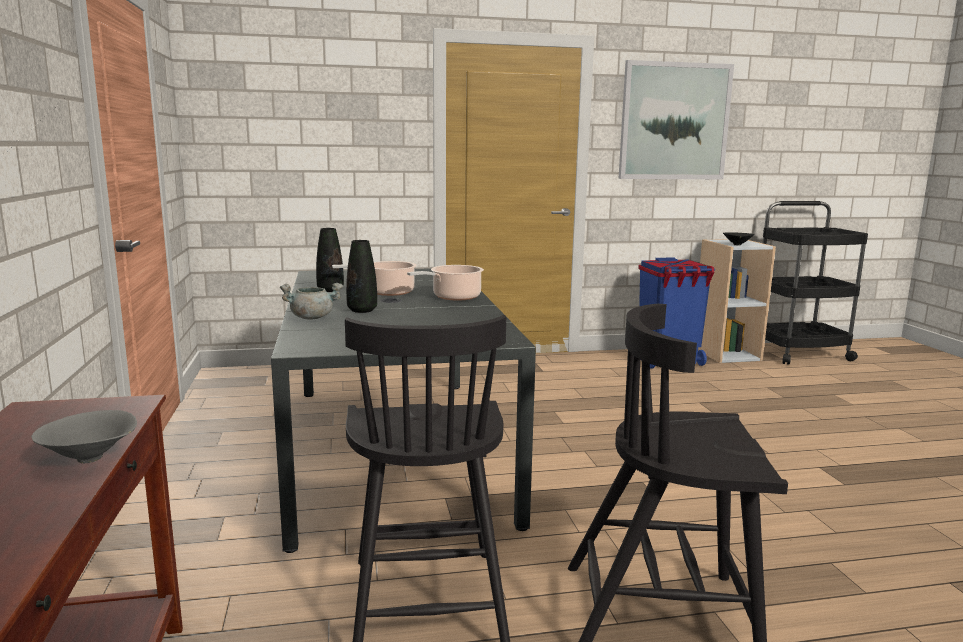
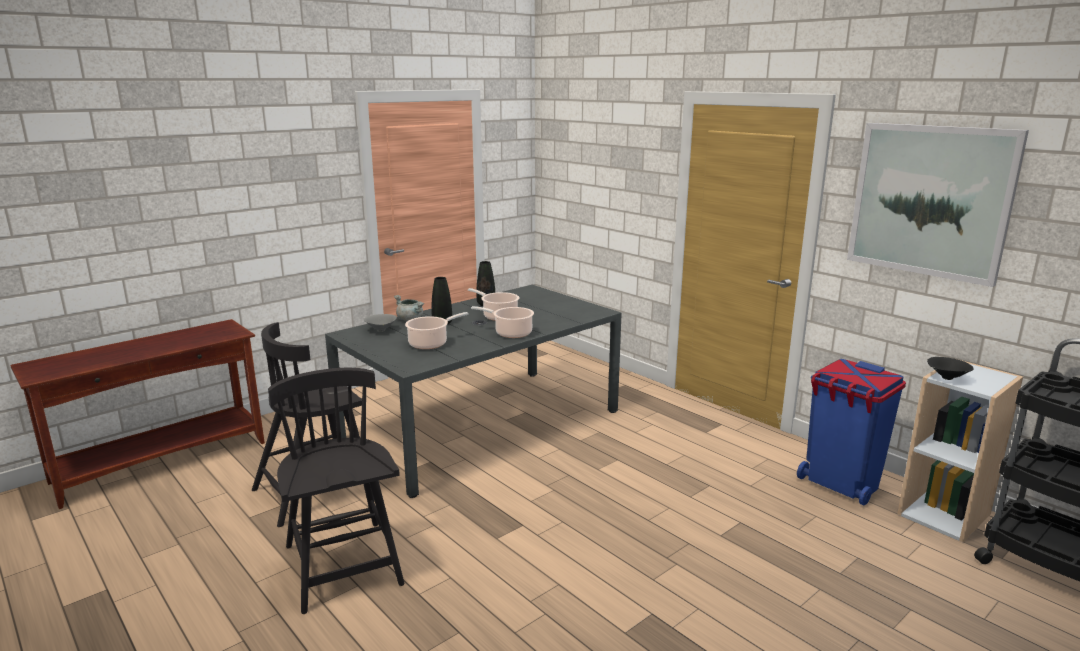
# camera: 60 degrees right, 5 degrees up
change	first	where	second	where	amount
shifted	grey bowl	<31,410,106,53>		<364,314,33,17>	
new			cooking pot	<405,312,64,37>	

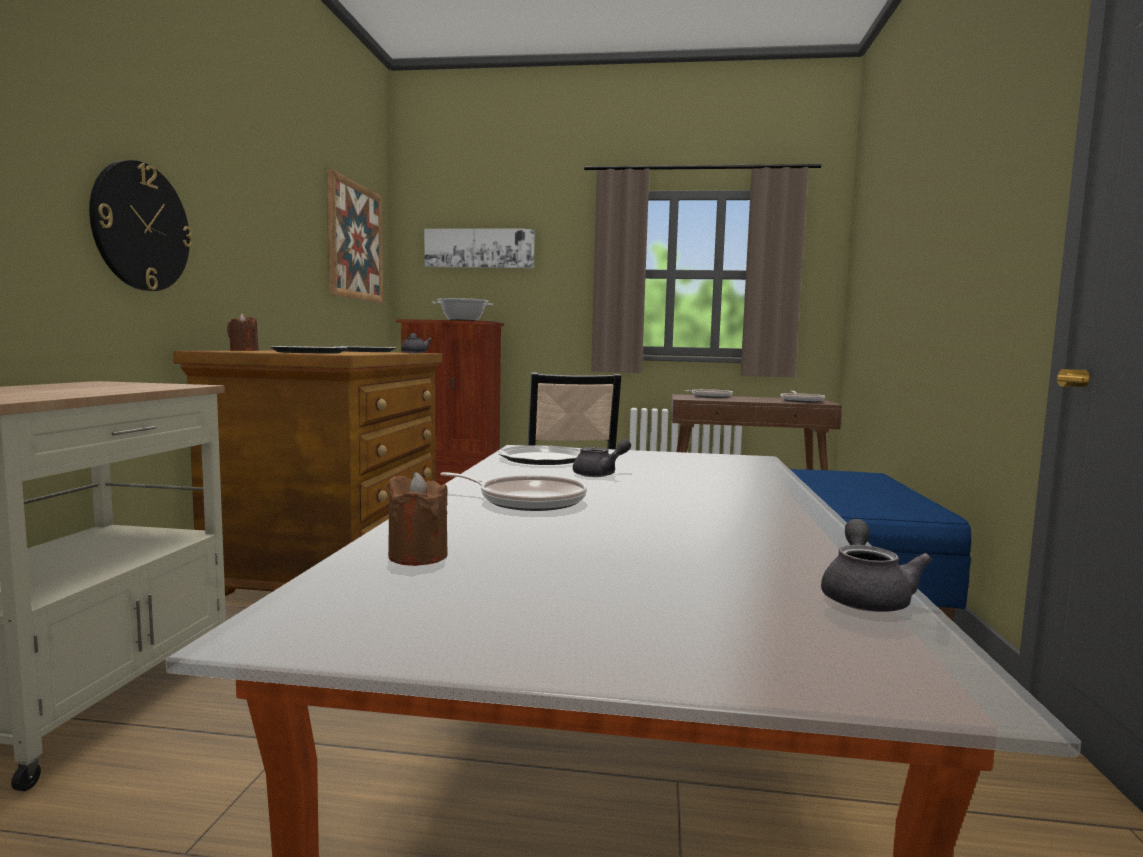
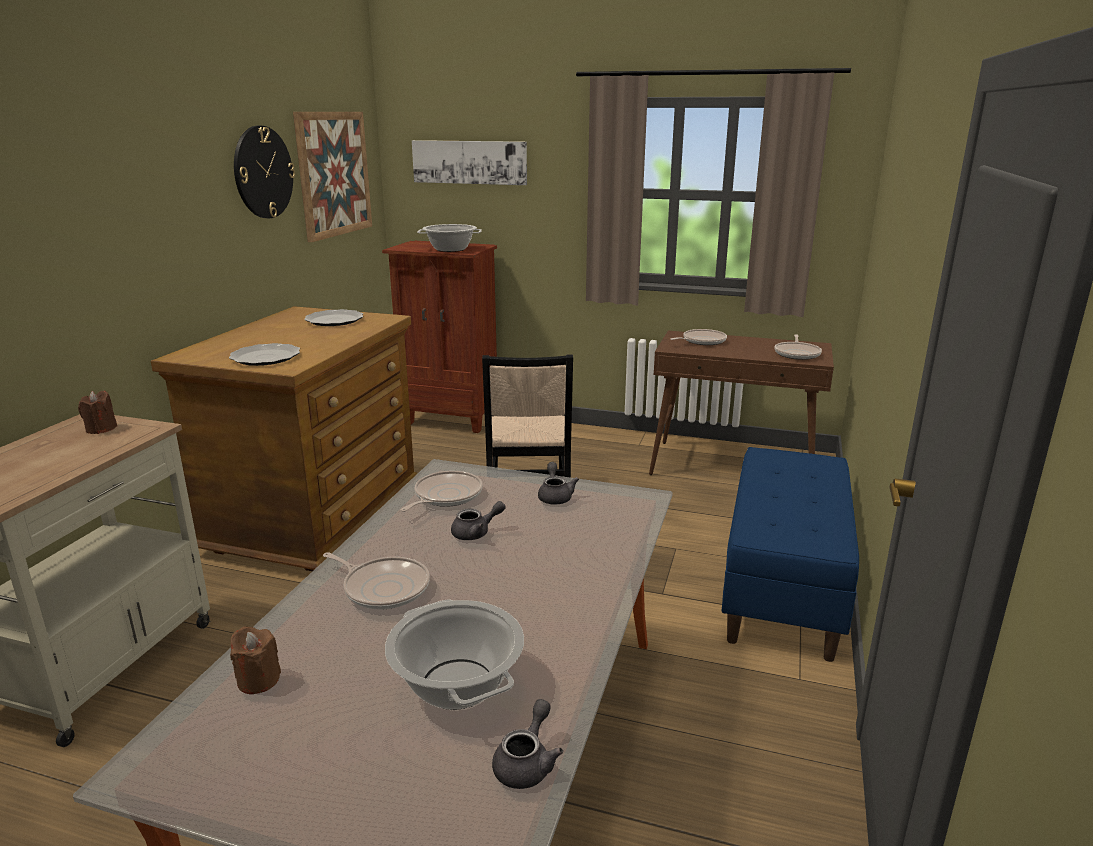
# camera: 10 degrees right, 15 degrees up
change	first	where	second	where	amount
shifted	wall clock	<89,160,104,131>		<234,126,61,92>	
shifted	brown candle	<227,314,32,37>		<78,391,39,43>	
shifted	grey teapot	<401,333,31,20>		<538,462,41,43>	
swapped	plate	<498,445,82,20>	frying pan	<401,471,81,41>	
new			cooking pot	<385,600,139,110>	

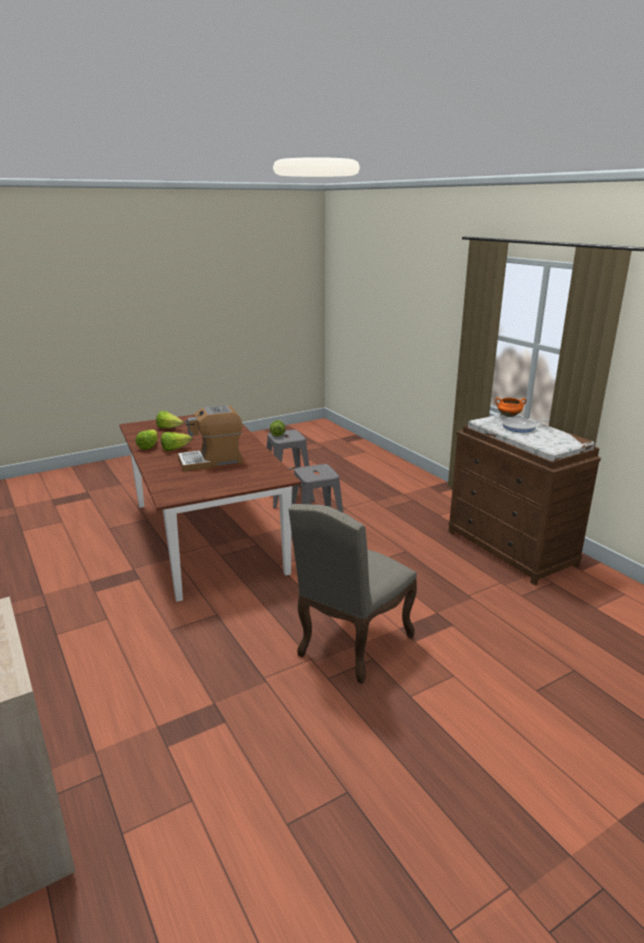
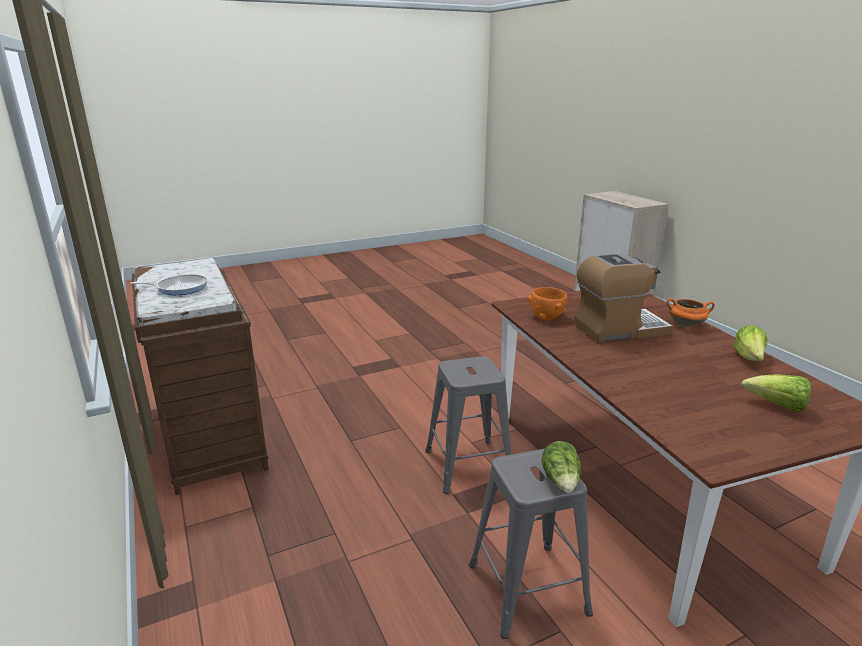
# camera: 175 degrees left, 0 degrees up
change	first	where	second	where	amount
shifted	orange cooking pot	<495,397,32,20>		<667,298,48,29>	
gone	lettuce	<161,432,32,19>			
gone	grey chair	<289,504,128,180>			
new			orange bowl	<528,287,39,33>	

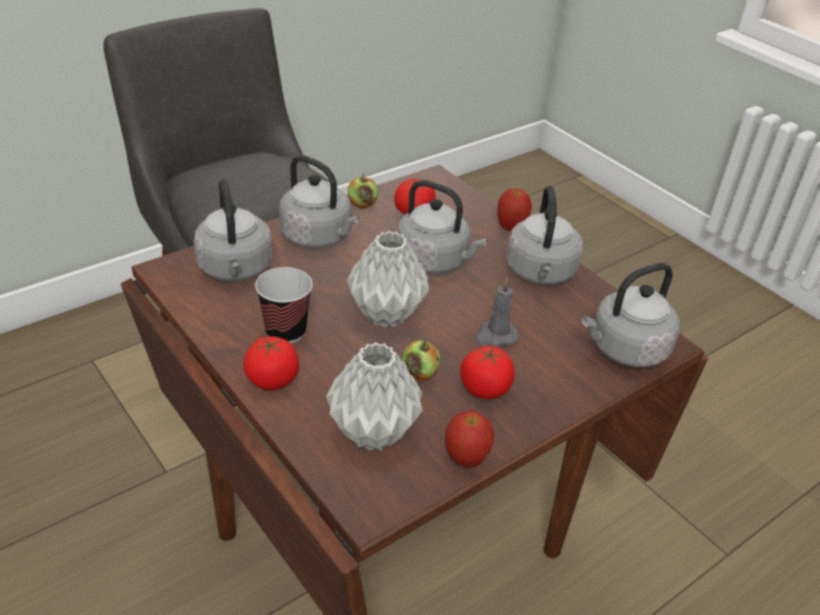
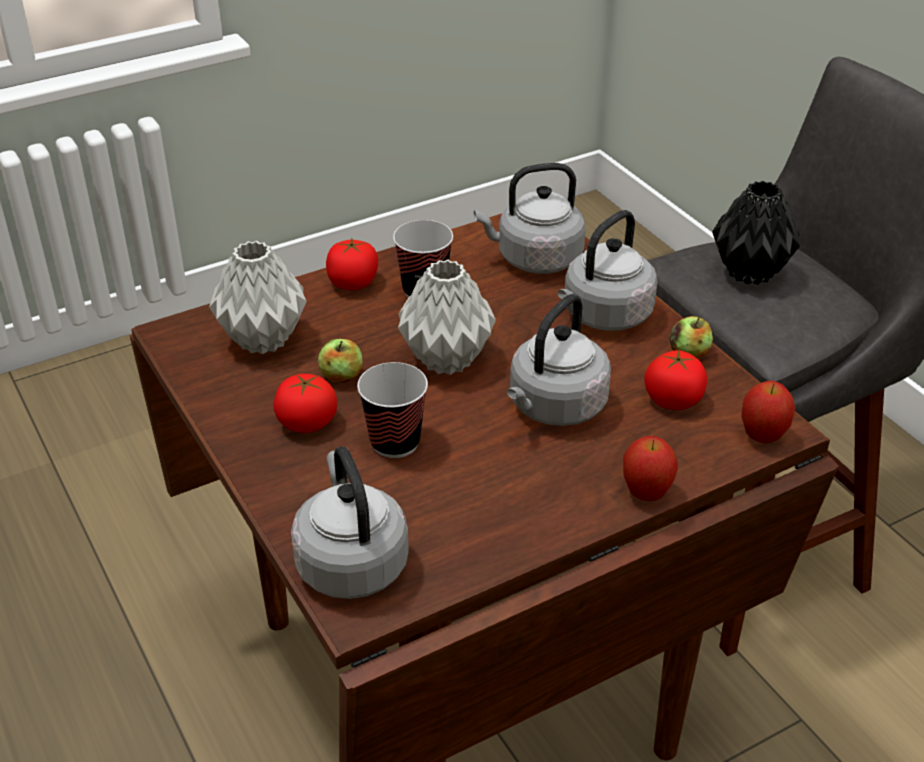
# camera: 100 degrees right, 0 degrees up
change	first	where	second	where	amount
gone	grey kettle	<506,185,77,100>			
swapped	grey candle	<474,277,45,70>	cup	<357,362,71,96>	
shifted	apple	<445,410,50,57>		<741,381,54,62>	
new			black vase	<712,181,88,104>	

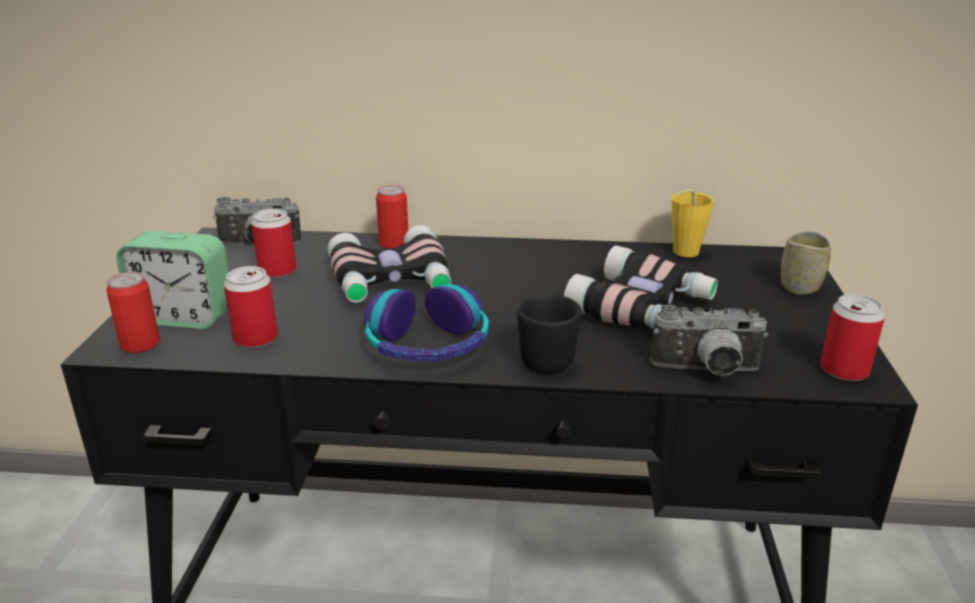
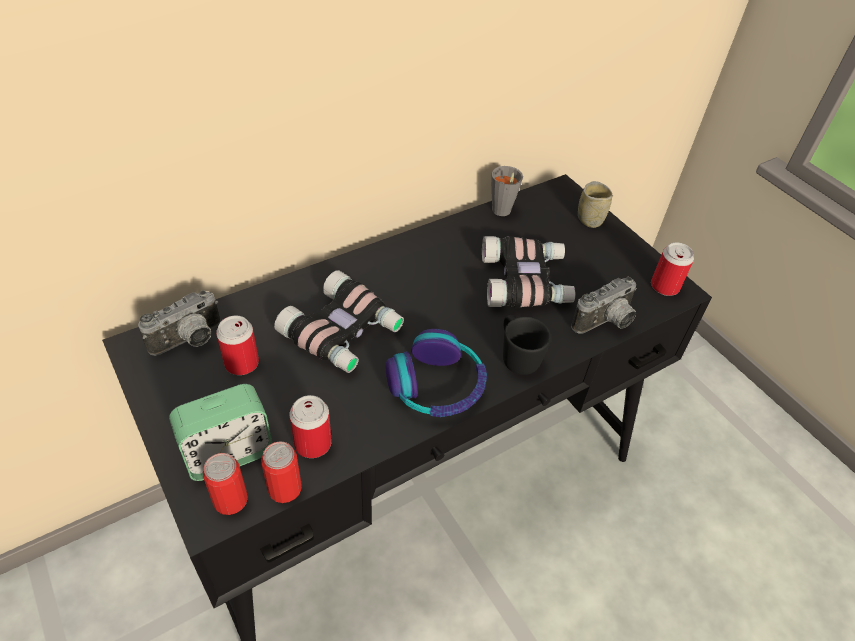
# camera: 40 degrees left, 20 degrees up
change	first	where	second	where	amount
shifted	can	<376,185,32,64>		<261,442,41,61>	
repainted	yellow cup	<672,189,42,68>	grey cup	<491,166,32,50>	

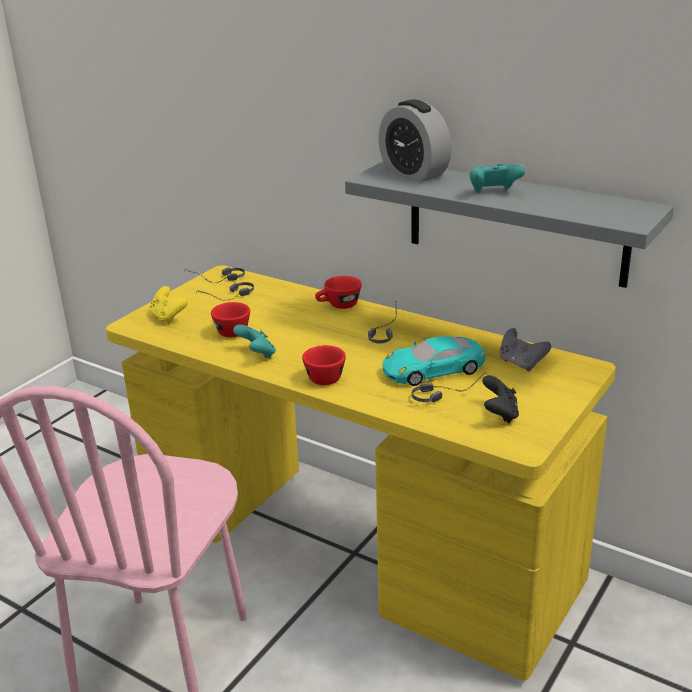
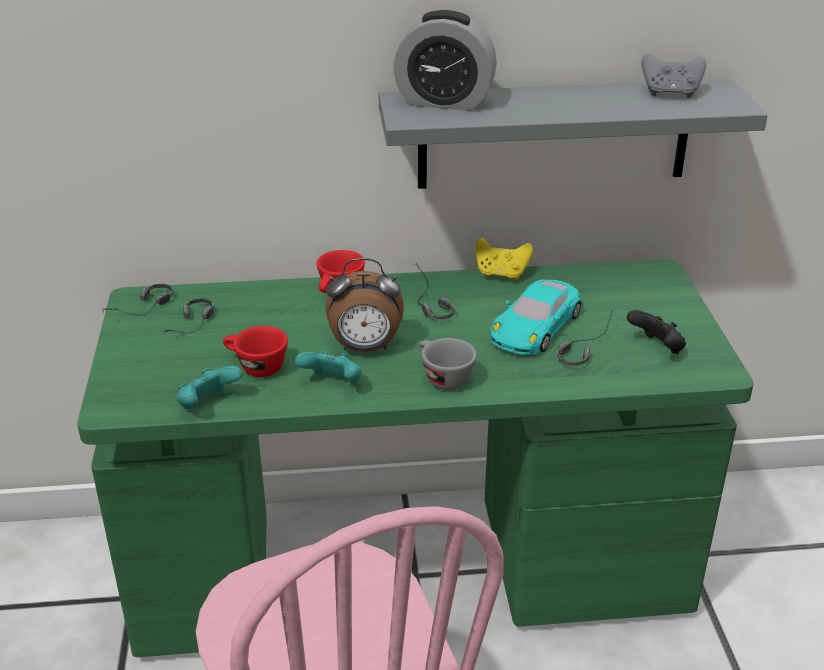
# camera: 40 degrees left, 5 degrees up
change	first	where	second	where	amount
shifted	turquoise game controller	<470,164,55,28>		<177,366,65,43>	
repainted	yellow desk	<106,265,510,416>	green desk	<78,260,676,397>	
shifted	yellow game controller	<150,286,38,38>		<476,238,57,42>	
shifted	grey game controller	<500,328,51,43>		<642,54,64,44>	
repainted	red cup	<302,345,44,40>	grey cup	<419,338,58,52>	
new			alarm clock	<325,258,79,94>	

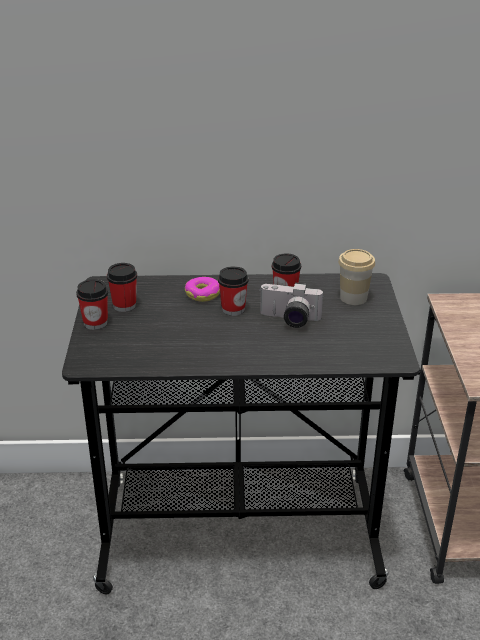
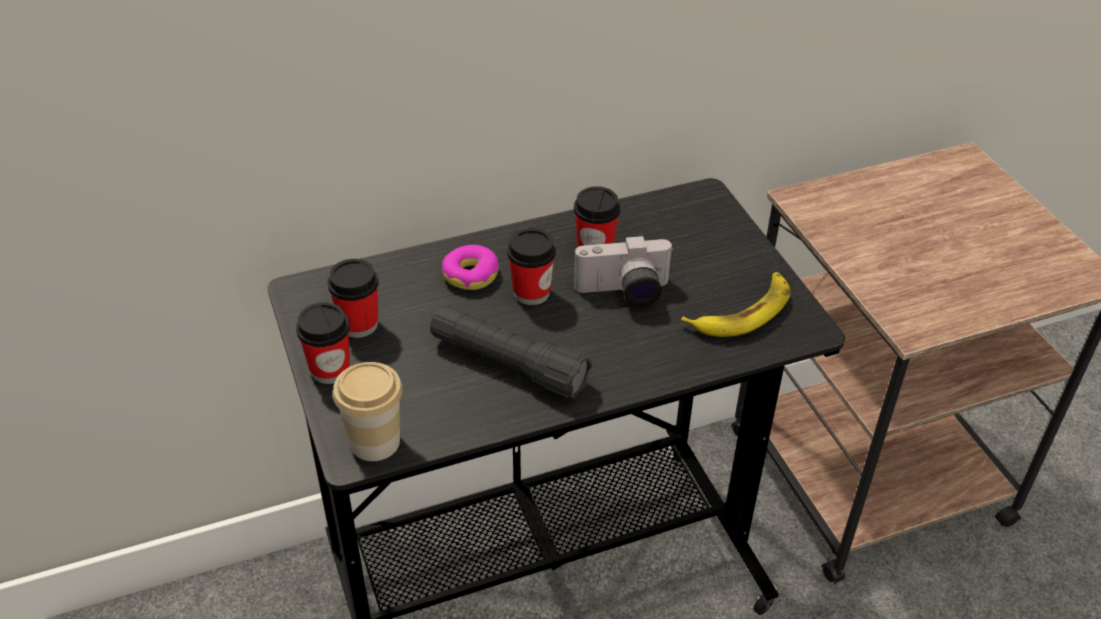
# camera: 20 degrees left, 10 degrees up
change	first	where	second	where	amount
shifted	cup	<338,249,37,56>		<333,362,70,99>	
new			banana	<681,272,109,65>	
new			black flashlight	<430,305,162,93>	

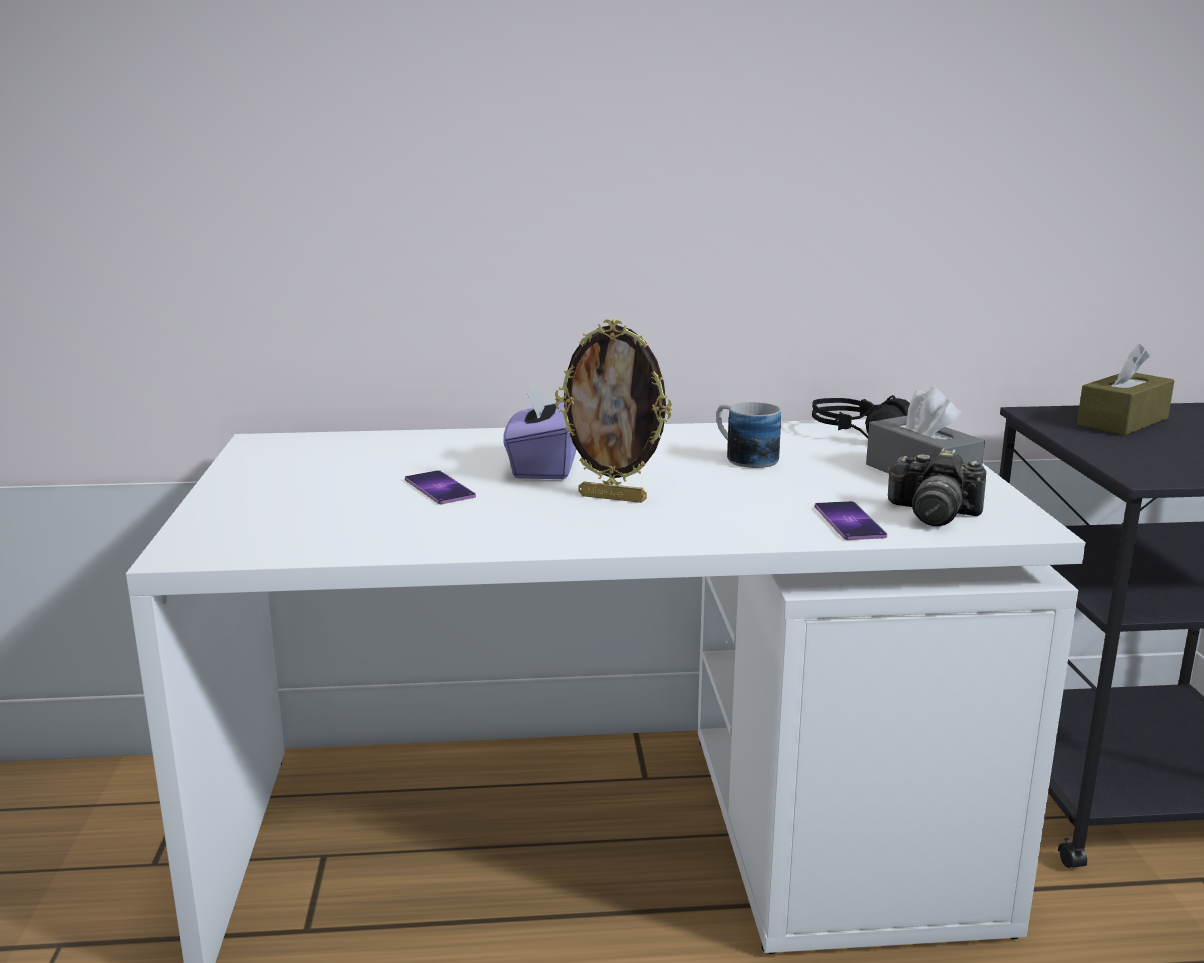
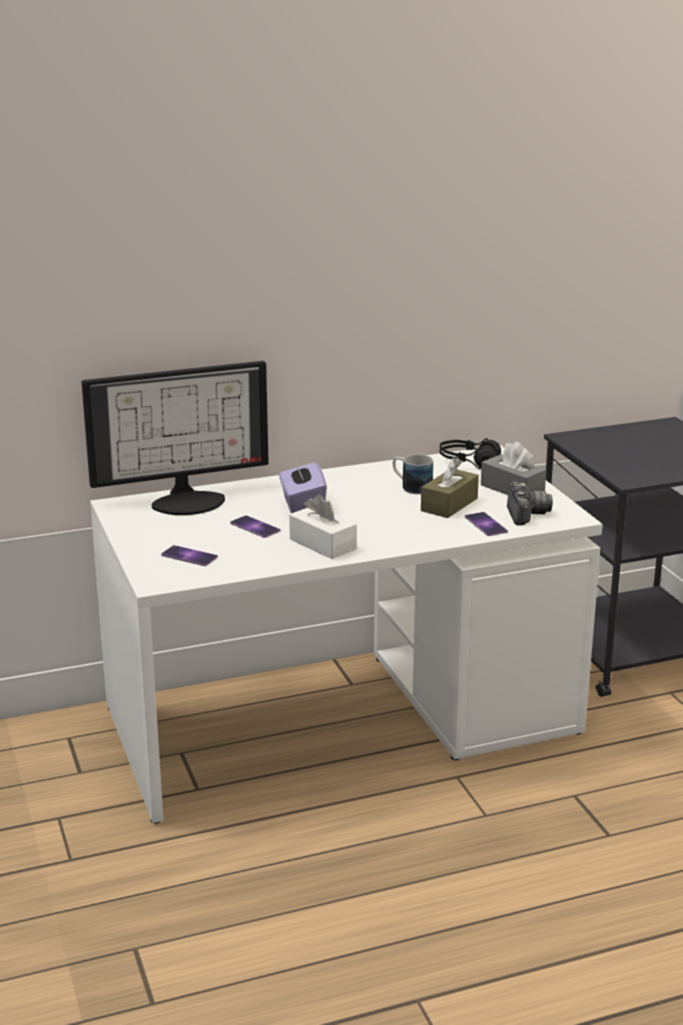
# camera: 15 degrees left, 5 degrees up
change	first	where	second	where	amount
gone	picture frame	<555,319,117,184>			
shifted	brown tissue box	<1077,344,97,92>		<421,457,58,61>	
rotated	photo camera	<887,448,100,78>		<507,482,46,43>	105 degrees counterclockwise
new			monitor	<81,361,188,154>	
new			white tissue box	<289,494,68,65>	
new			phone	<161,545,57,21>	

